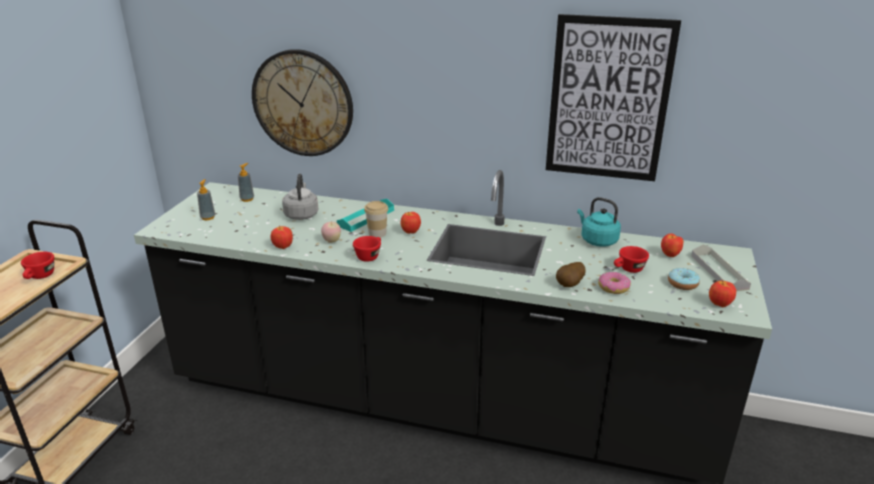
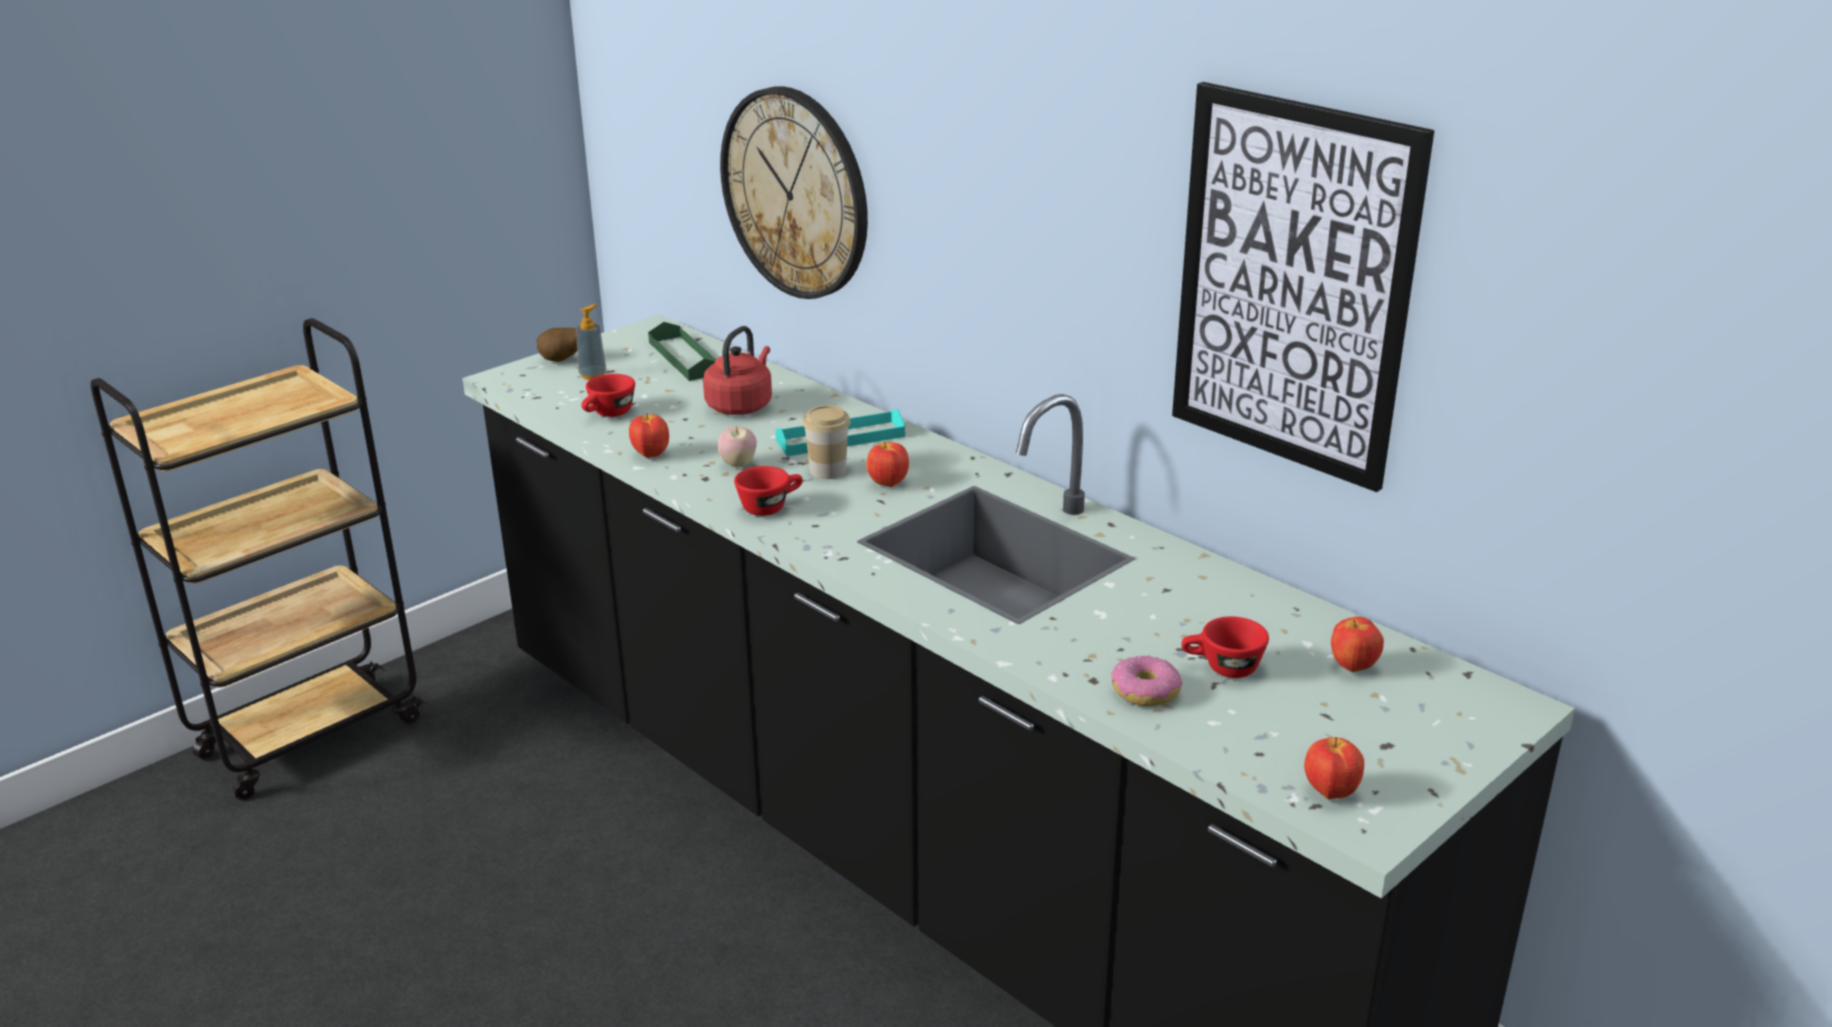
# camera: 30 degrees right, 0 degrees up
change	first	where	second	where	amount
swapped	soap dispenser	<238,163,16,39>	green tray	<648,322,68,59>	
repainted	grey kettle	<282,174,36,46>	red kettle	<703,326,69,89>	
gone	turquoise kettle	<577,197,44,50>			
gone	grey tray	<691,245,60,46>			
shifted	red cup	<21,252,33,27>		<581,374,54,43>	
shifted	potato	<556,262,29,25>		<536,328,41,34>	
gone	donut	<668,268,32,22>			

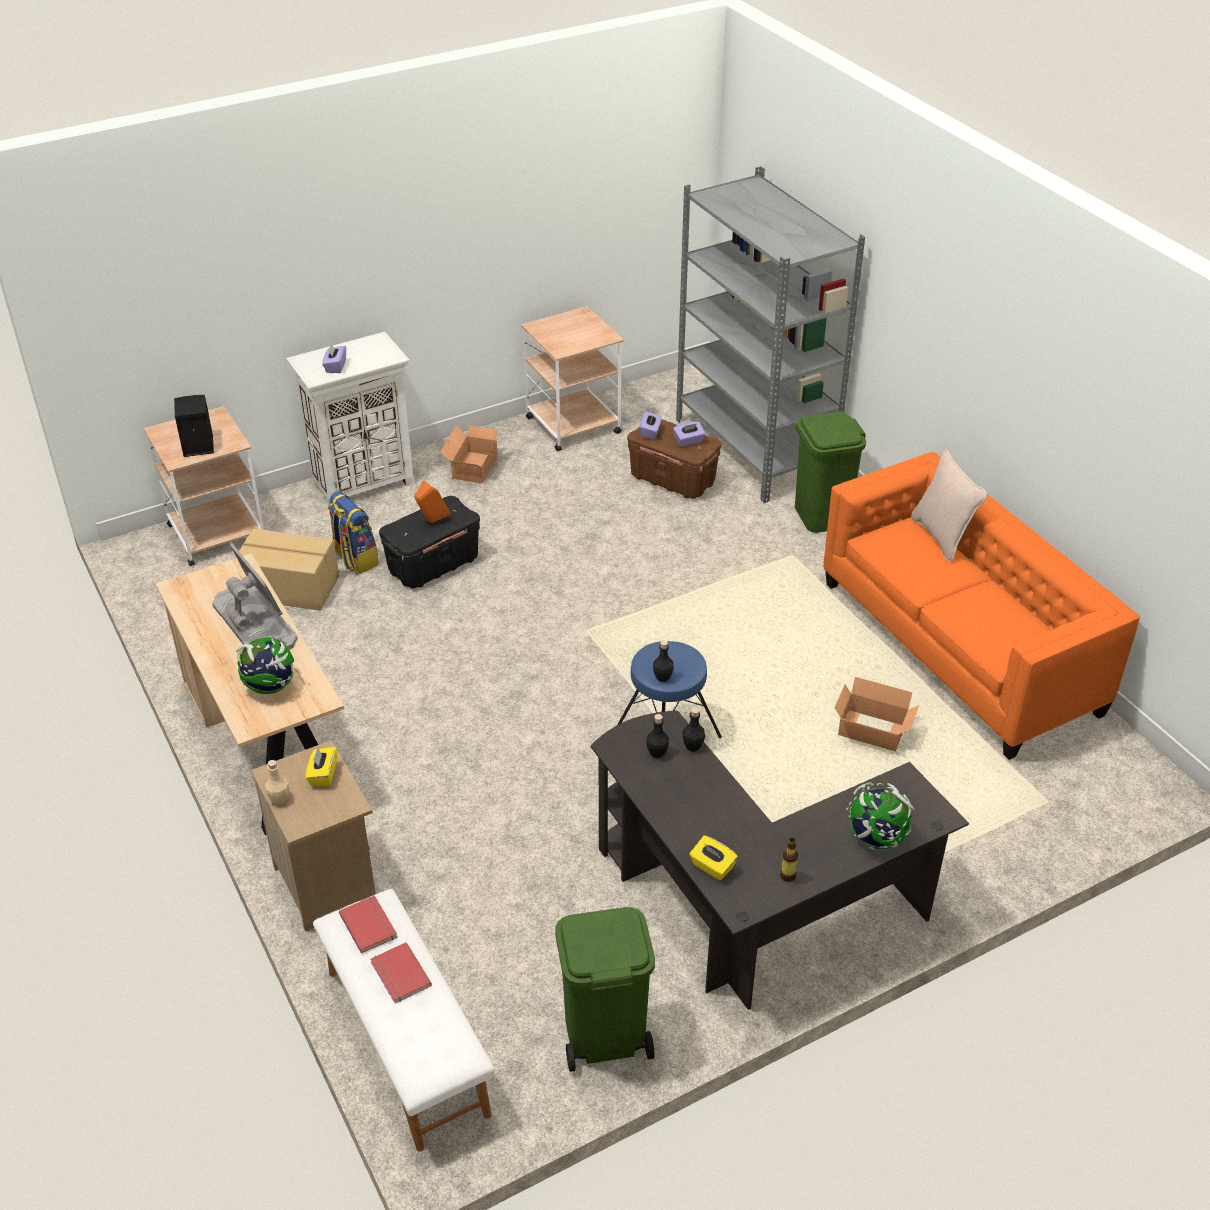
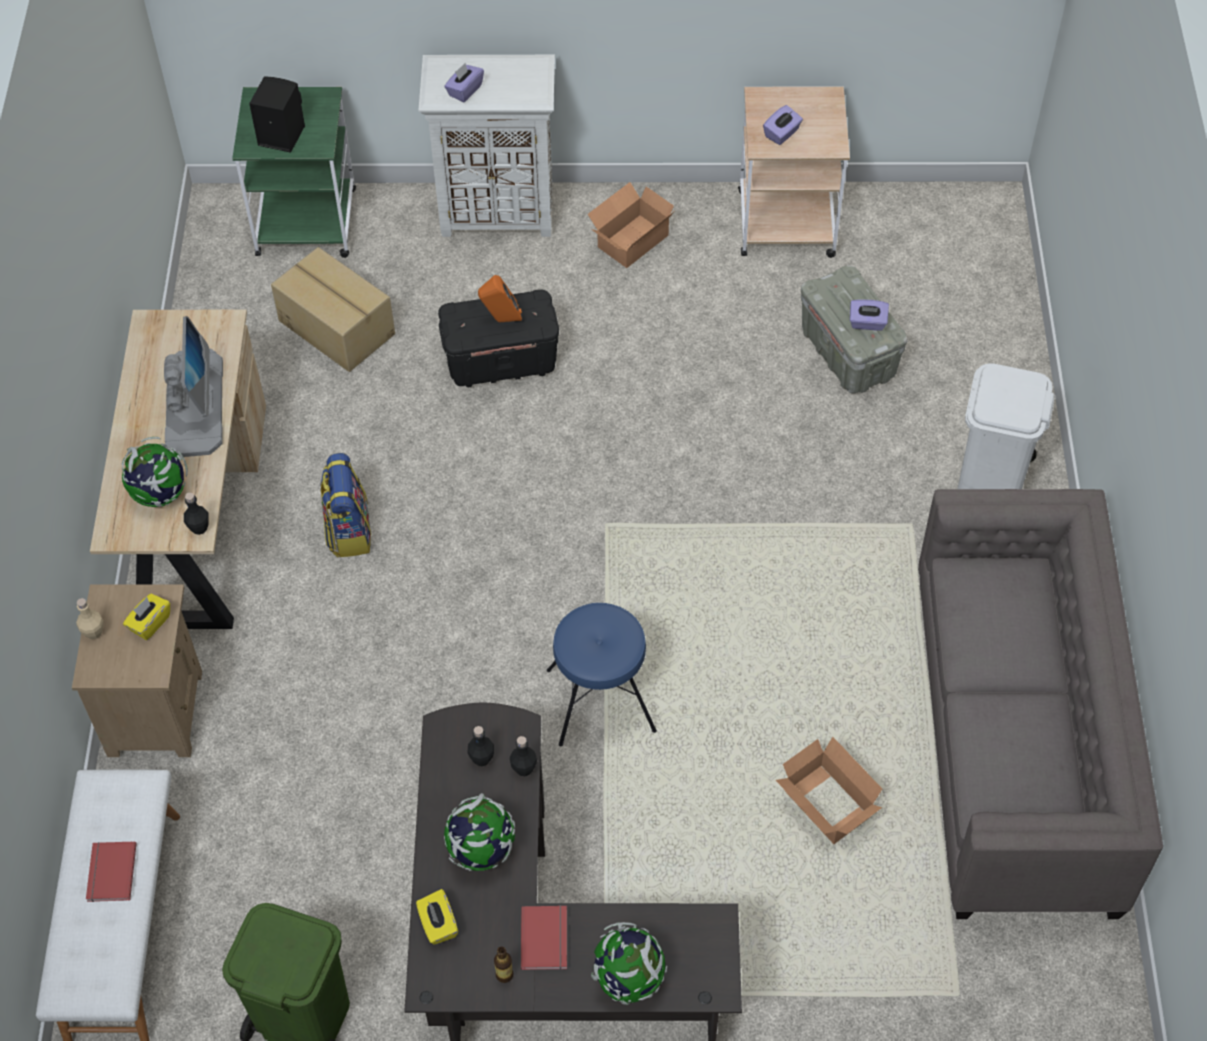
# camera: 30 degrees right, 15 degrees up
change	first	where	second	where	amount
gone	grey bookcase	<676,166,189,337>			
repainted	beige cart	<144,406,120,160>	green cart	<232,87,124,171>	
shifted	purple tissue box	<640,412,22,27>		<763,105,40,40>	
repainted	green trash can	<795,412,71,121>	white trash can	<958,363,97,126>	
repainted	brown storage box	<627,419,94,80>	grey storage box	<801,265,107,128>	
gone	beige pillow	<911,450,76,112>			
repainted	orange sofa	<823,452,317,308>	grey sofa	<918,489,245,430>	
shifted	backpack	<328,491,51,83>		<321,453,50,104>	
shifted	black bottle	<653,640,21,42>		<184,492,25,43>	
shifted	red book	<339,895,58,58>		<521,905,46,65>	
new			globe	<444,793,71,78>	

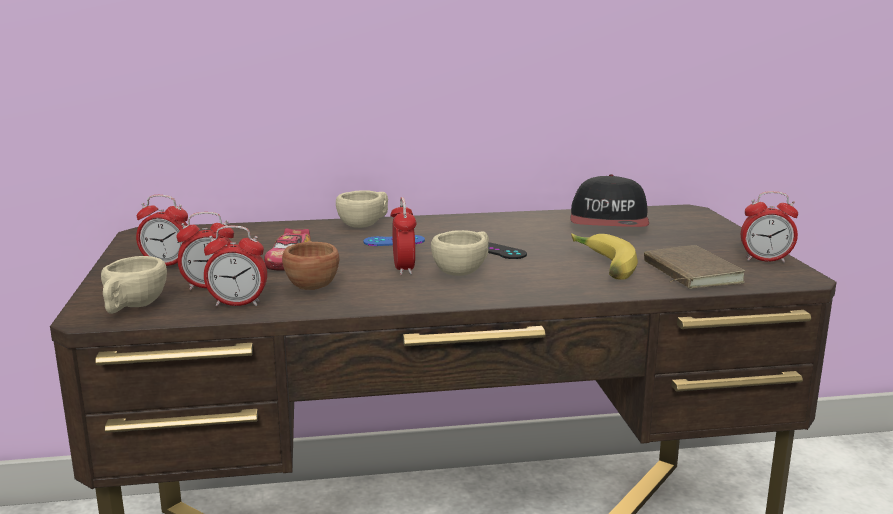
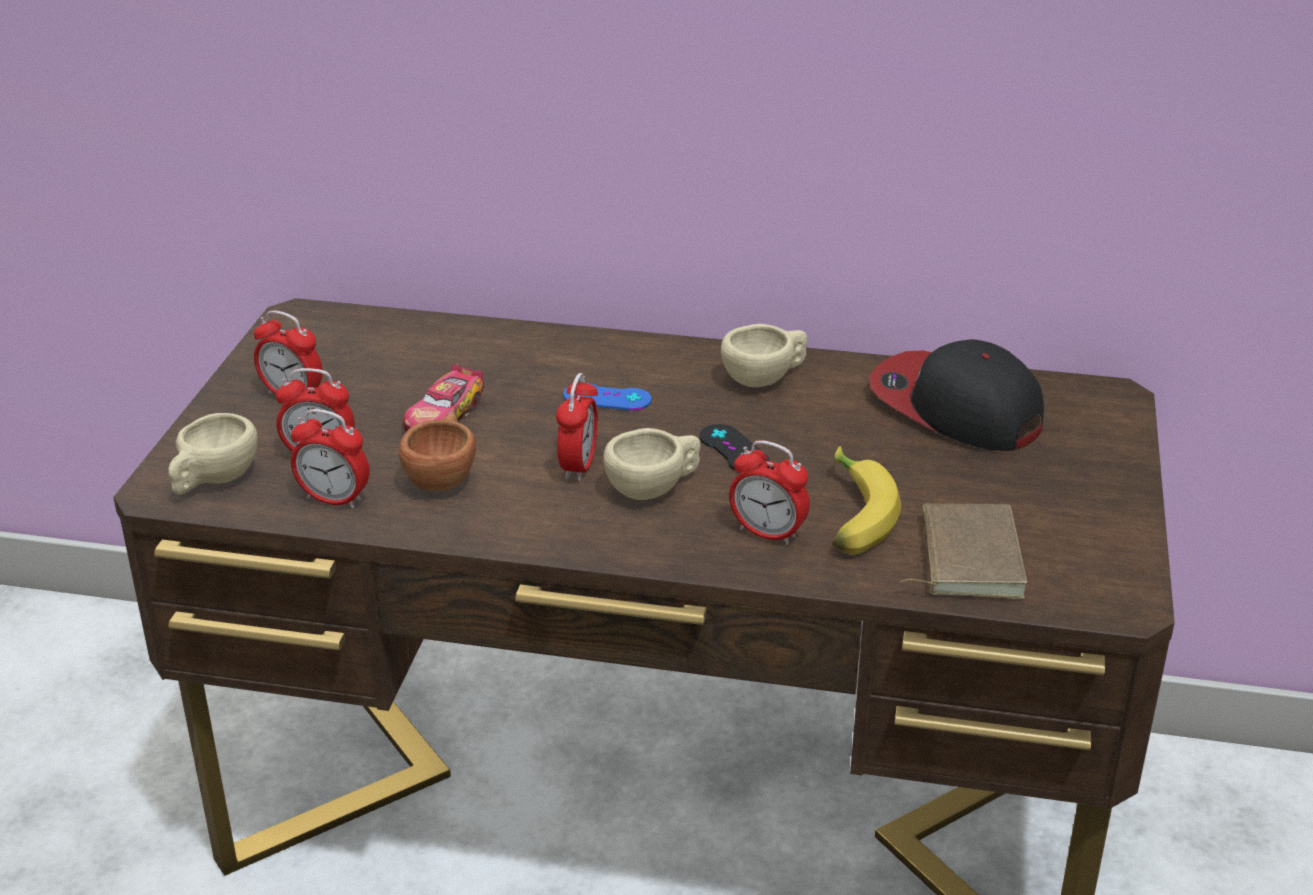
# camera: 20 degrees right, 15 degrees up
change	first	where	second	where	amount
rotated	cap	<570,174,79,53>		<869,339,175,112>	105 degrees clockwise
shifted	beige cup	<336,190,52,38>		<721,324,87,63>	
shifted	alarm clock	<741,191,57,71>		<729,440,81,105>	

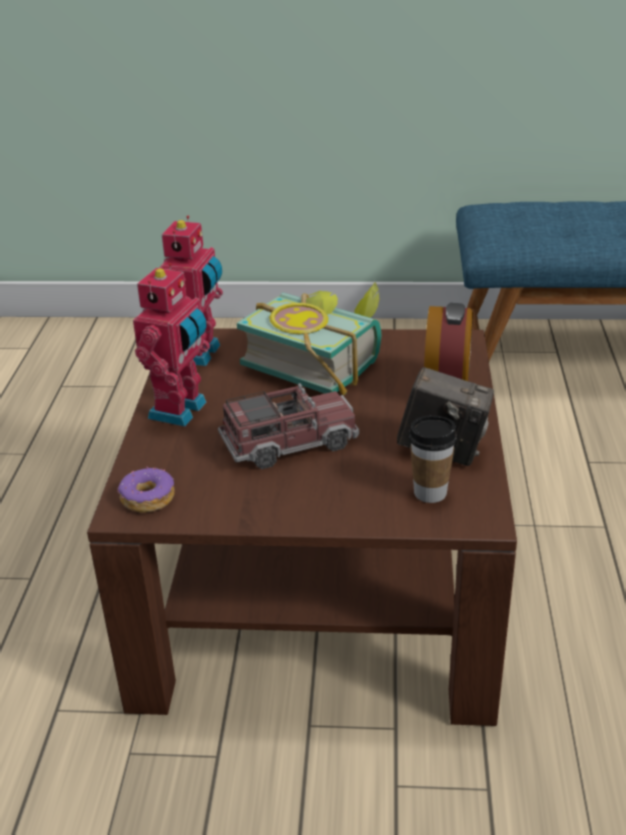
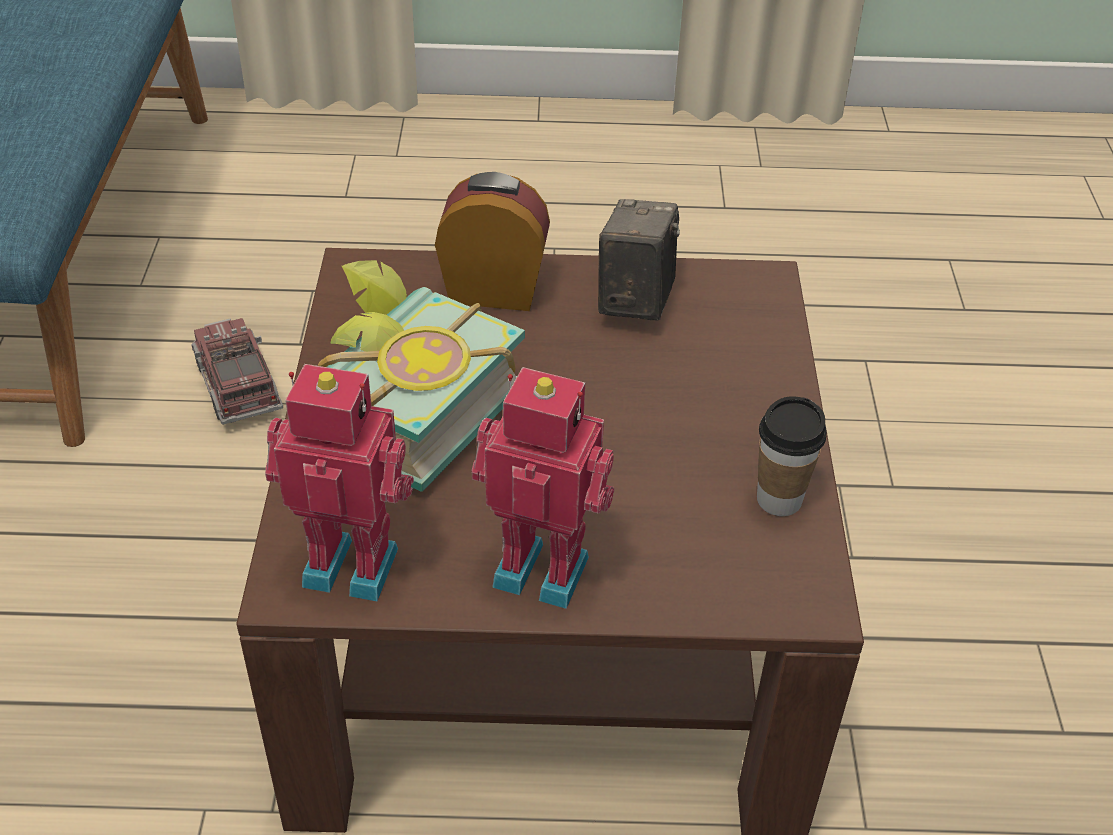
# camera: 95 degrees left, 10 degrees up
change	first	where	second	where	amount
shifted	toy truck	<218,383,141,86>		<191,318,92,107>	
shifted	cup	<409,415,48,88>		<757,397,70,119>	
gone	donut	<117,466,58,47>			

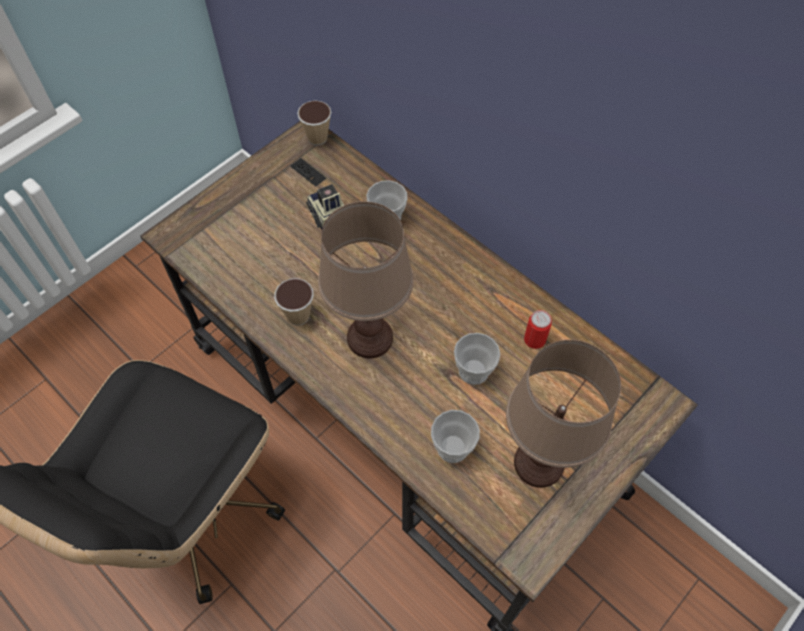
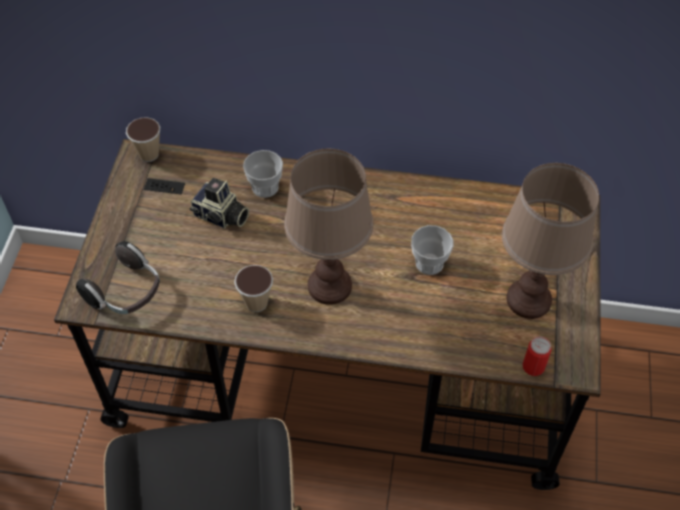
# camera: 35 degrees left, 5 degrees down
change	first	where	second	where	amount
shifted	can	<524,310,28,39>		<522,336,30,40>	
gone	cup	<431,410,49,53>			
new			headphones	<76,241,84,73>	

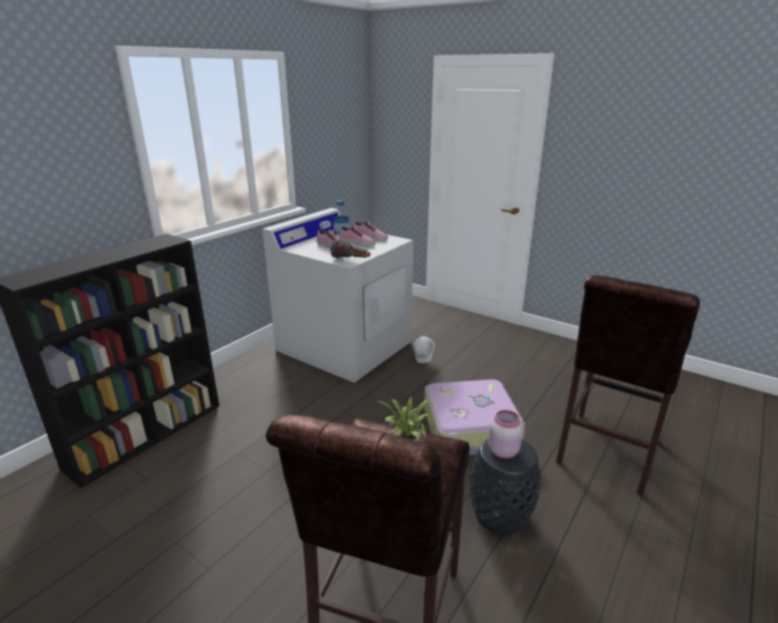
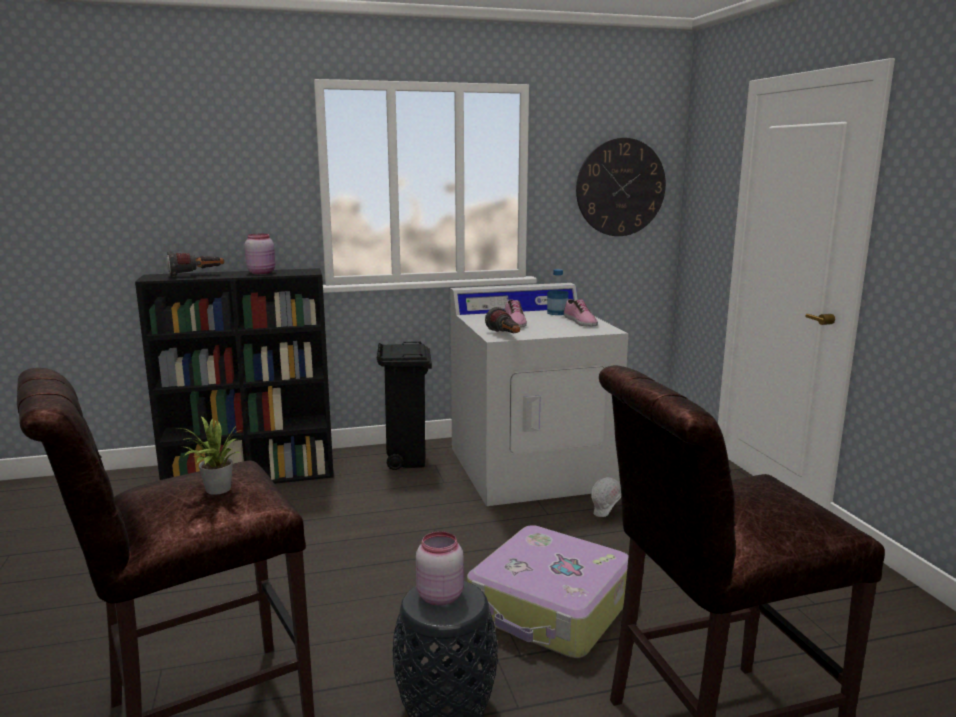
# camera: 40 degrees right, 10 degrees down
change	first	where	second	where	amount
gone	shoe	<339,226,37,20>			
new			wall clock	<576,138,90,98>	
new			pink jar	<245,234,30,40>	
new			flashlight	<166,251,58,26>	
new			black trash can	<377,341,55,129>	

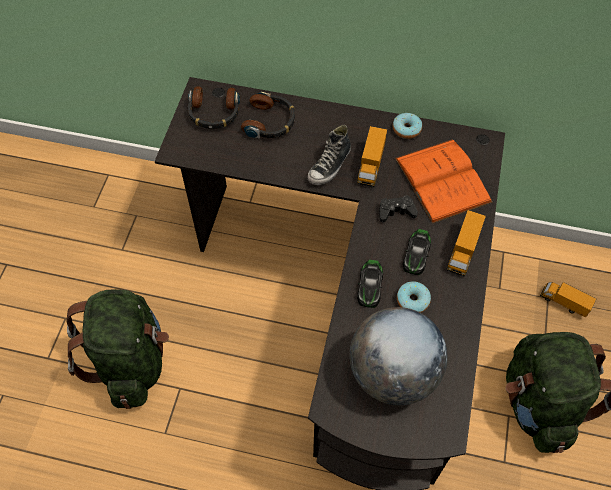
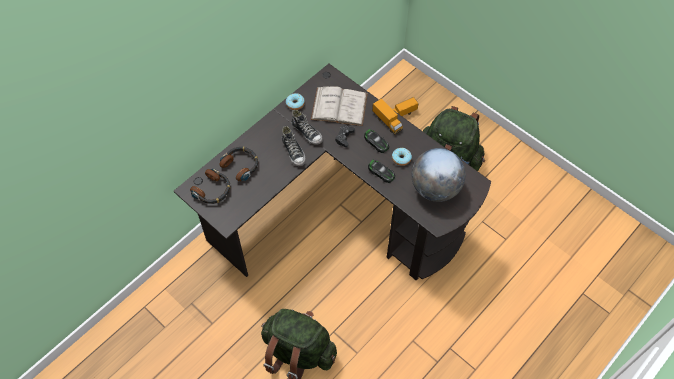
# camera: 60 degrees left, 0 degrees up
change	first	where	second	where	amount
swapped	toy truck	<357,126,30,61>	shoe	<291,110,32,35>	
repainted	orange book	<395,139,97,85>	white book	<311,86,57,40>	

